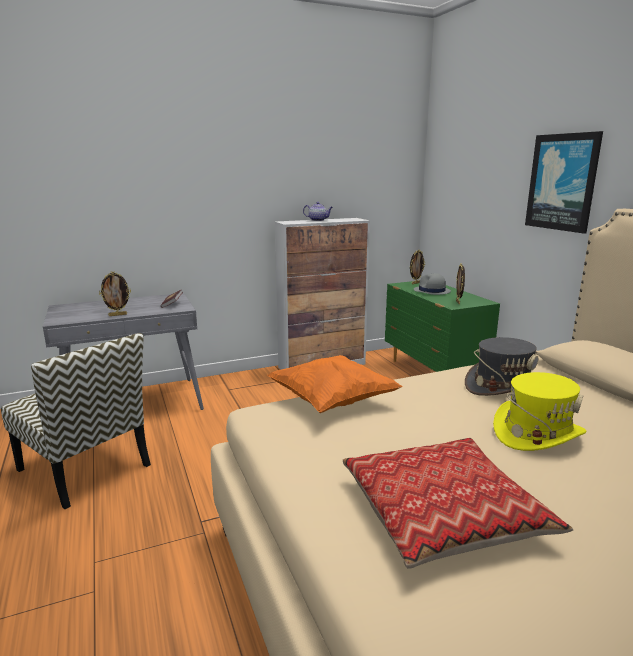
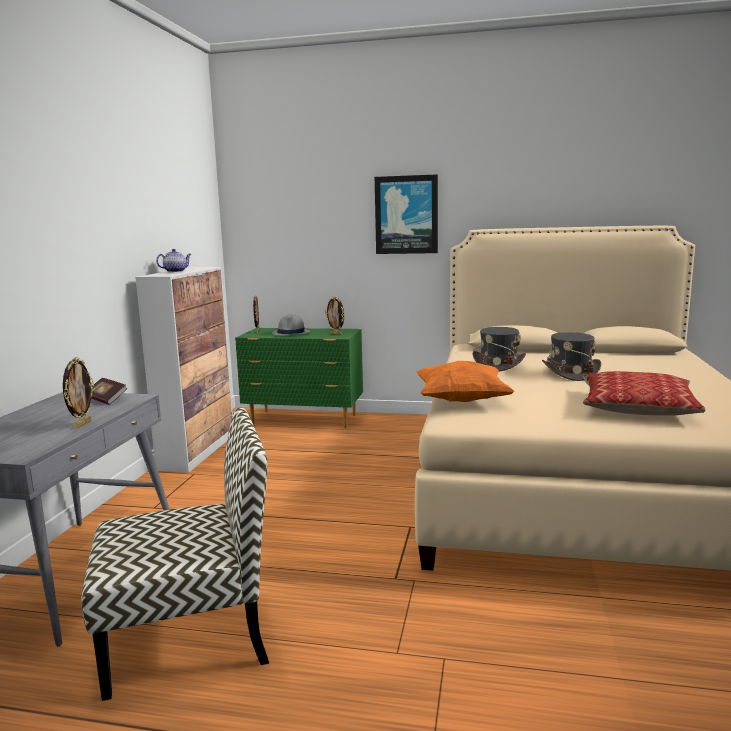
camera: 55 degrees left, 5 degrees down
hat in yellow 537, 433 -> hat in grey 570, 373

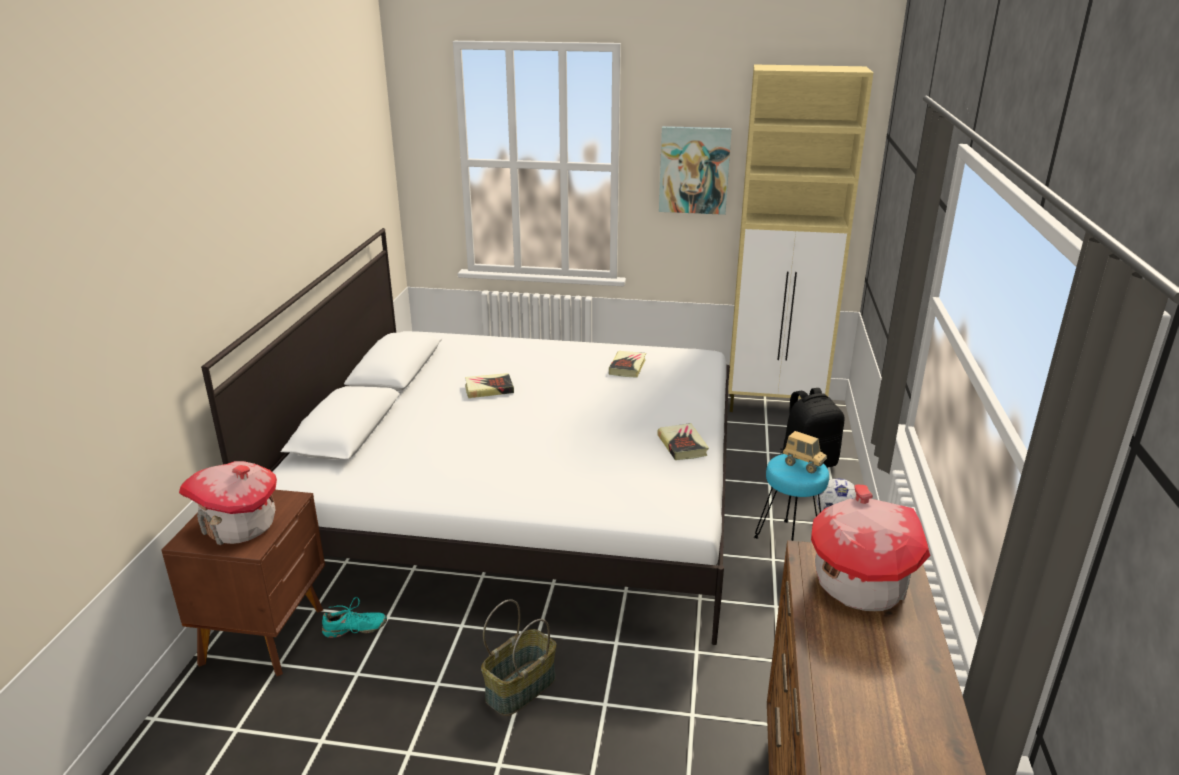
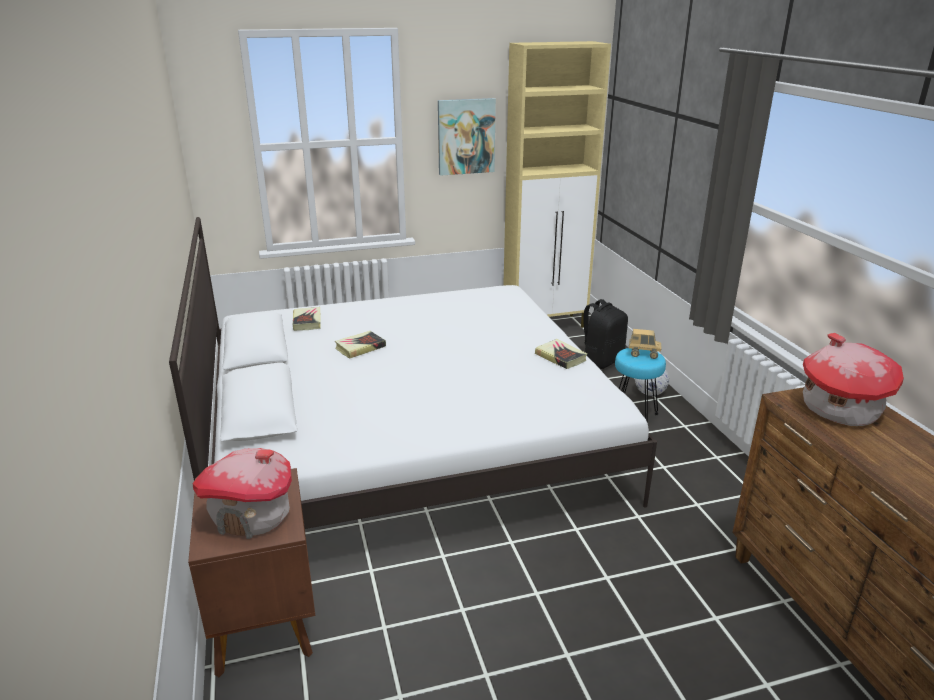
camera: 25 degrees left, 0 degrees up
book 627, 367 -> book 307, 322, move
shoe in turquoise 355, 629 -> none
basket 520, 687 -> none

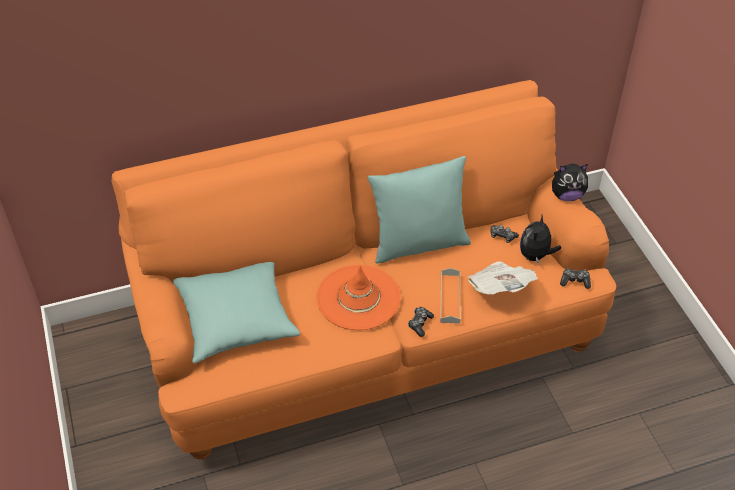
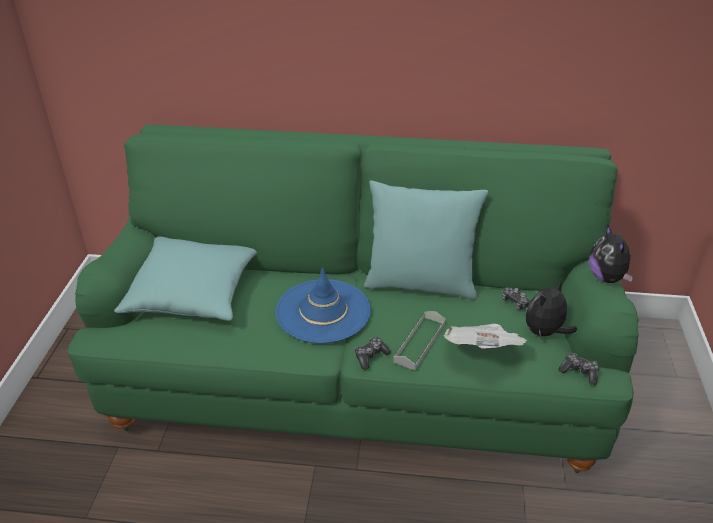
camera: 25 degrees right, 10 degrees down
sofa in orange 367, 334 -> sofa in green 356, 375
hat in orange 358, 297 -> hat in blue 323, 311
plush toy 566, 195 -> plush toy 607, 278, 60 degrees clockwise

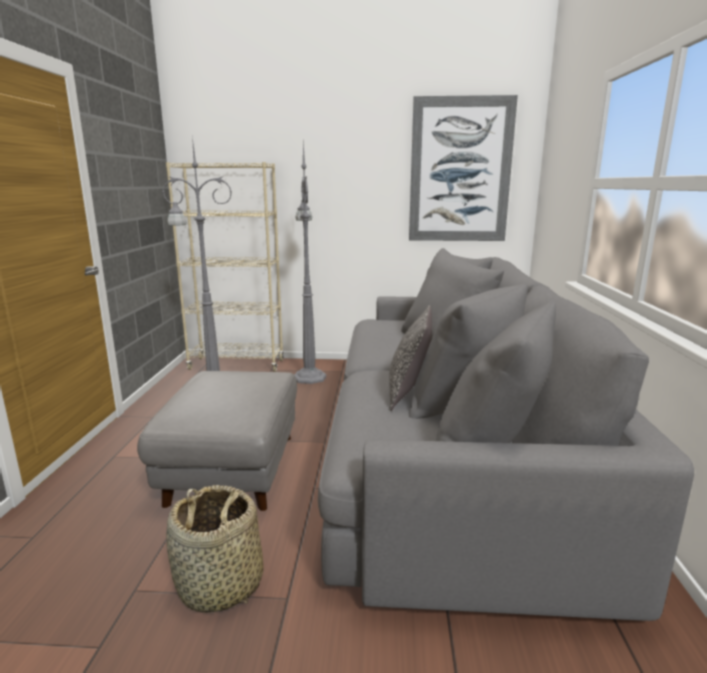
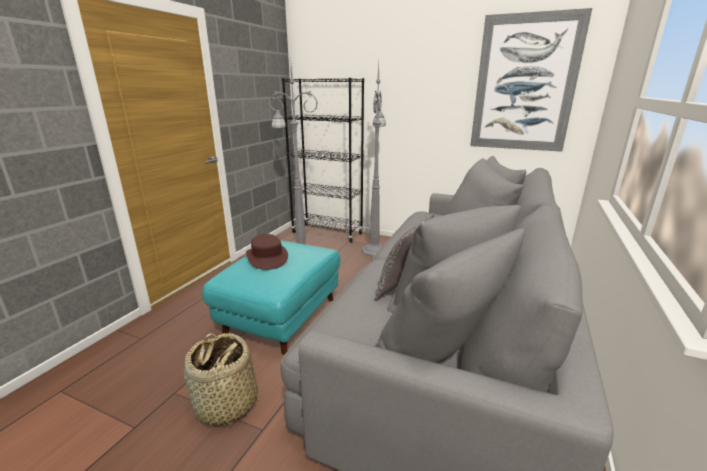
camera: 20 degrees right, 5 degrees up
ottoman in grey 232, 468 -> ottoman in turquoise 281, 315
none -> hat in brown 267, 257
bookcase in beige 237, 365 -> bookcase in black 327, 233

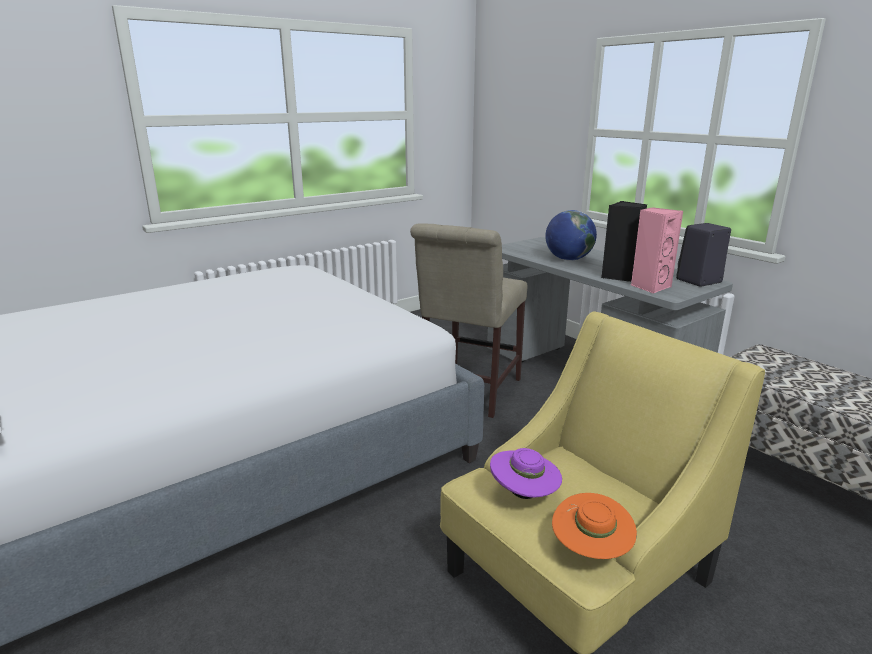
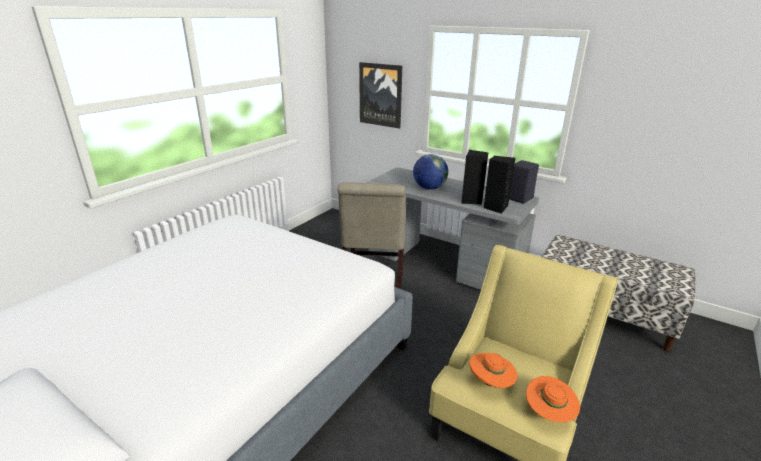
camera: 20 degrees left, 5 degrees up
none -> picture 380, 95
hat in purple 524, 495 -> hat in orange 491, 382
speaker in pink 650, 287 -> speaker in black 495, 208

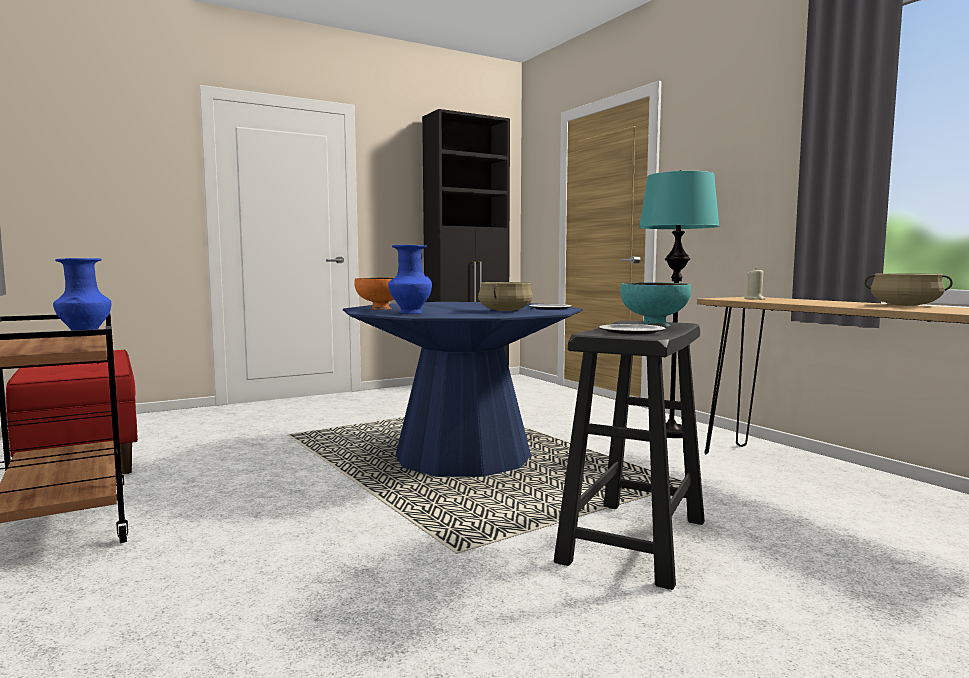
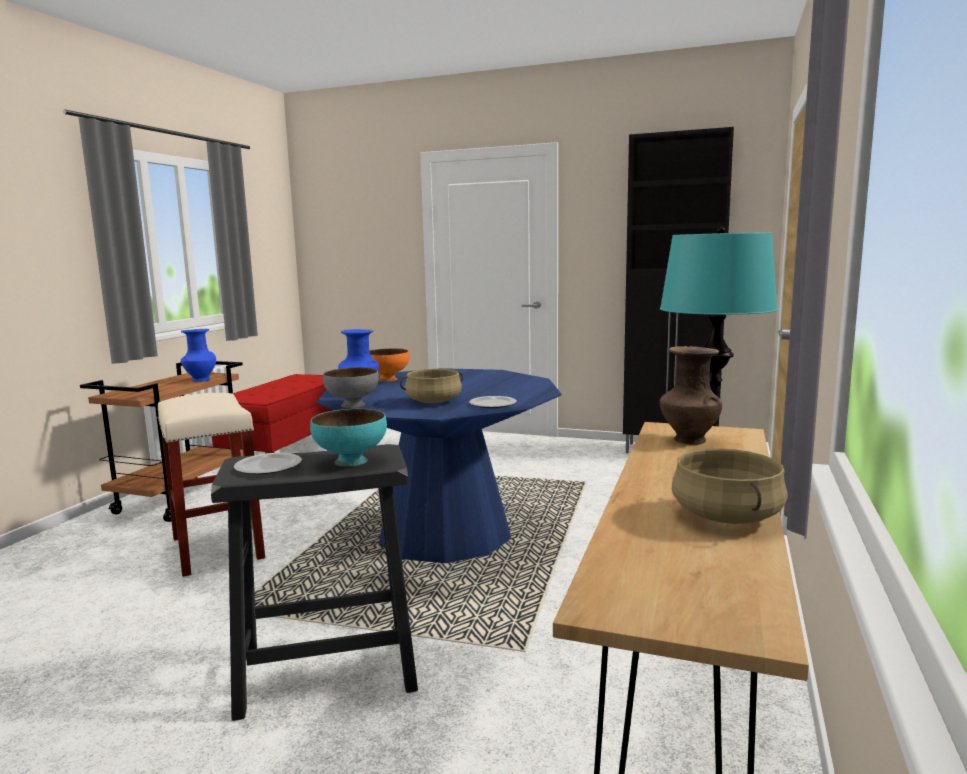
camera: 50 degrees right, 5 degrees up
none -> stool in beige 218, 548
none -> bowl in grey 352, 405
candle in beige 754, 299 -> vase in brown 688, 440

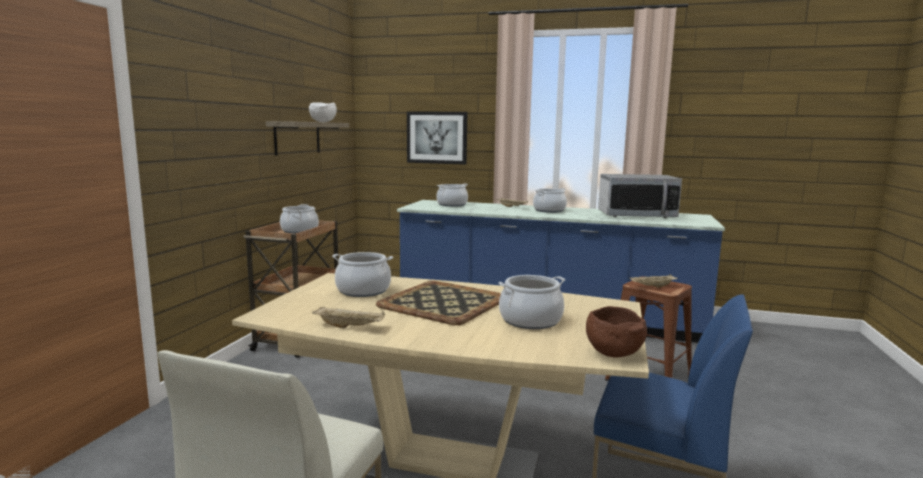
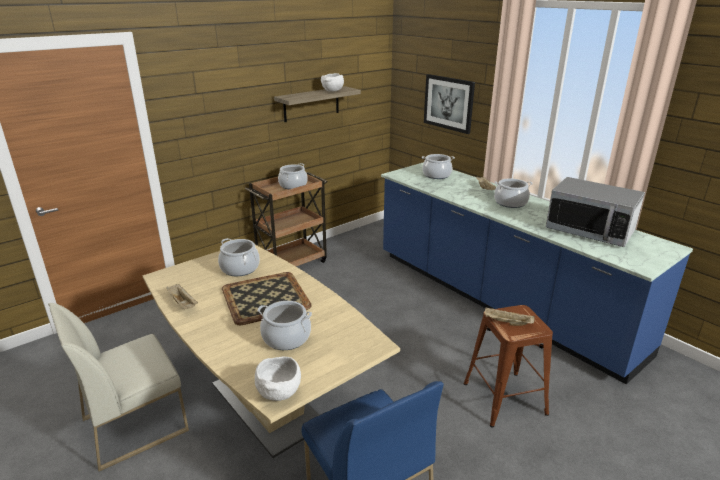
camera: 35 degrees right, 15 degrees up
bowl in brown 612, 353 -> bowl in white 279, 392

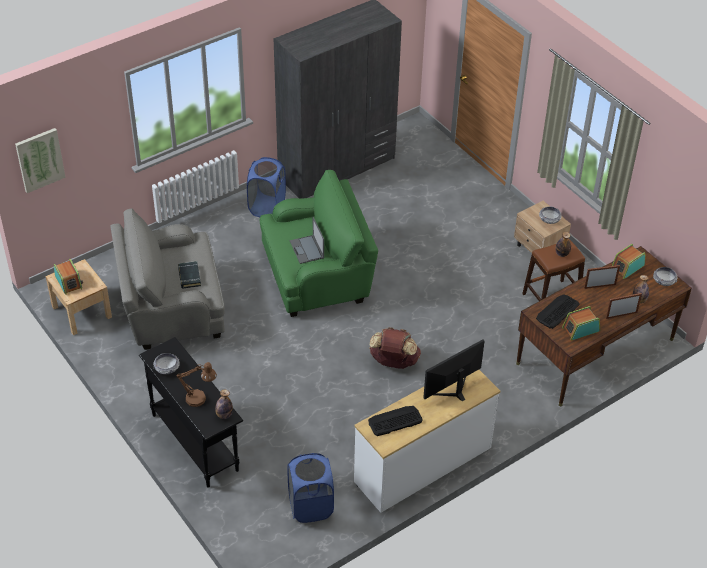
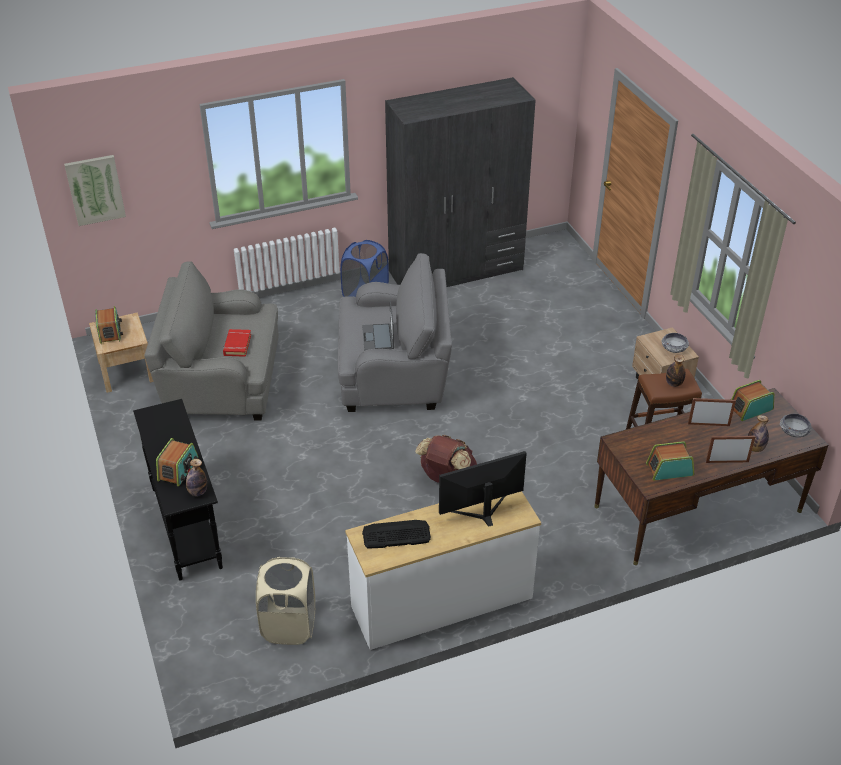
camera: 15 degrees right, 5 degrees down
table lamp in brown 200, 399 -> radio 178, 469
book in black 189, 276 -> book in red 237, 345
laundry basket in blue 310, 506 -> laundry basket in beige 289, 626
armchair in green 317, 275 -> armchair in grey 394, 373
bowl 166, 368 -> none
keyboard 557, 311 -> none

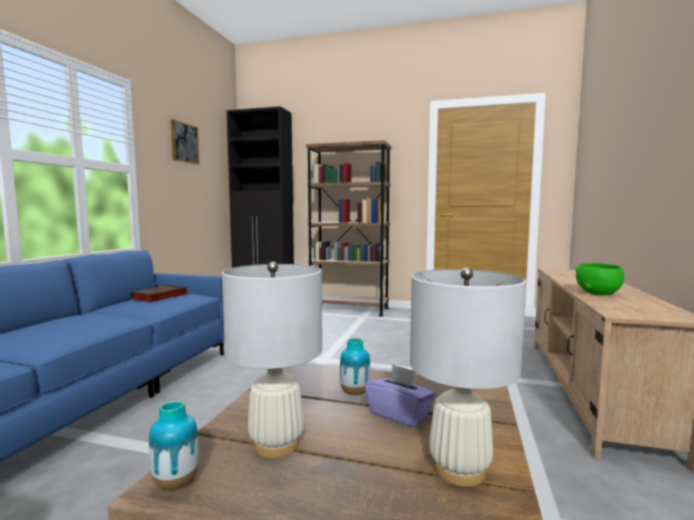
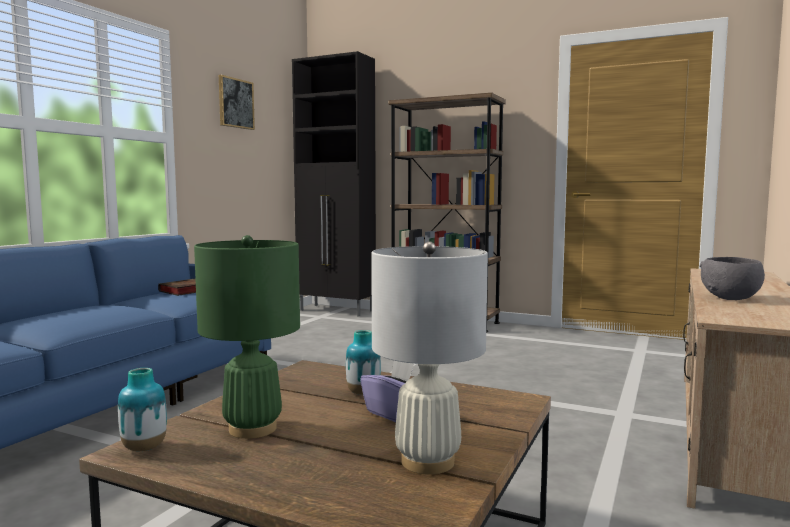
camera: 10 degrees right, 0 degrees up
table lamp in white 276, 444 -> table lamp in green 253, 428
bowl in green 599, 293 -> bowl in grey 731, 298

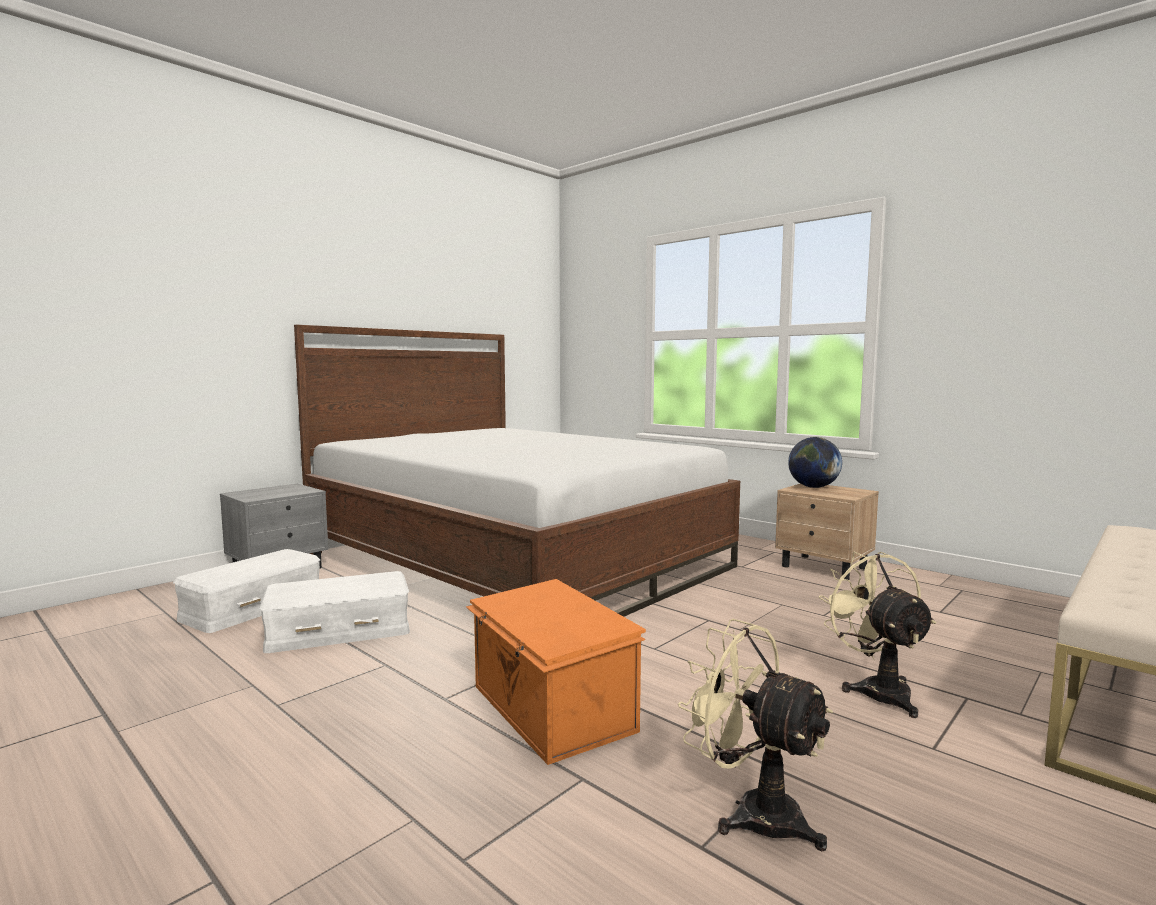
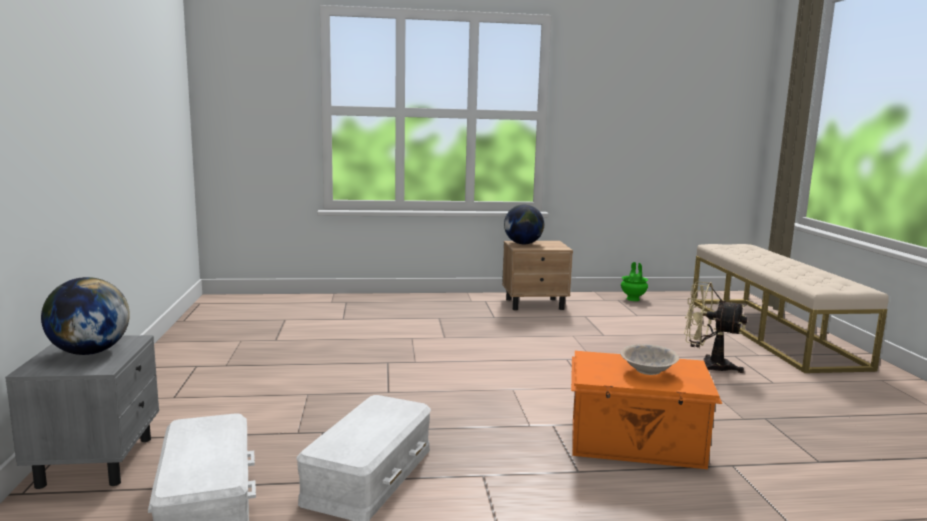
camera: 50 degrees left, 5 degrees up
none -> globe 89, 352
none -> bowl in beige 648, 370
none -> vase in green 633, 299
bed 515, 560 -> none
fan in beige 753, 812 -> none

